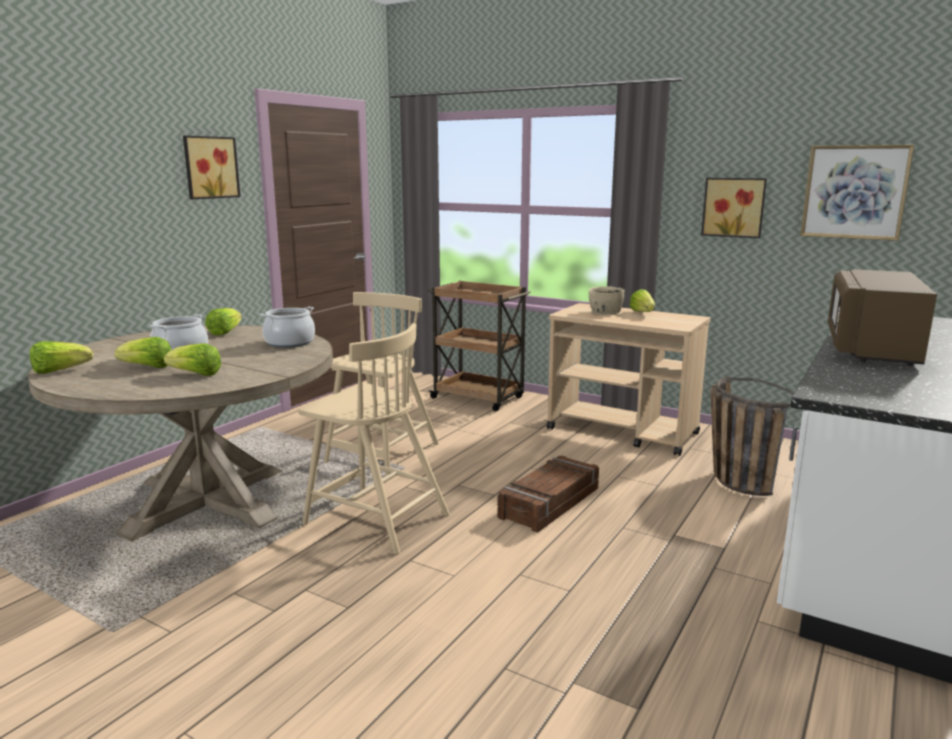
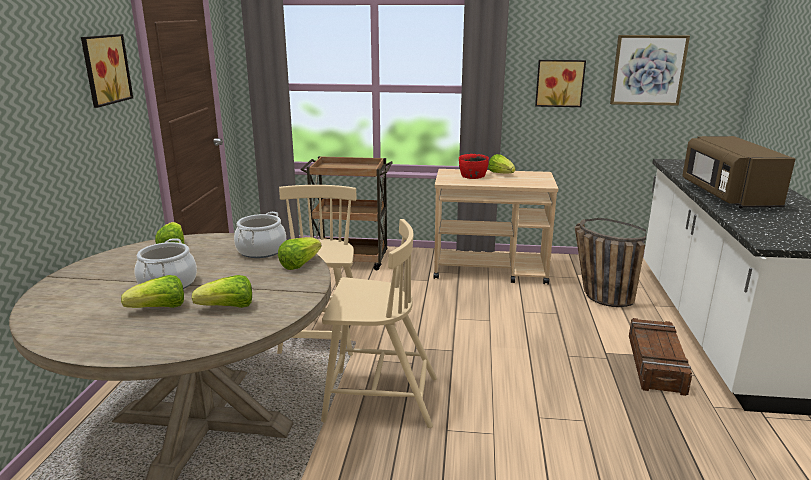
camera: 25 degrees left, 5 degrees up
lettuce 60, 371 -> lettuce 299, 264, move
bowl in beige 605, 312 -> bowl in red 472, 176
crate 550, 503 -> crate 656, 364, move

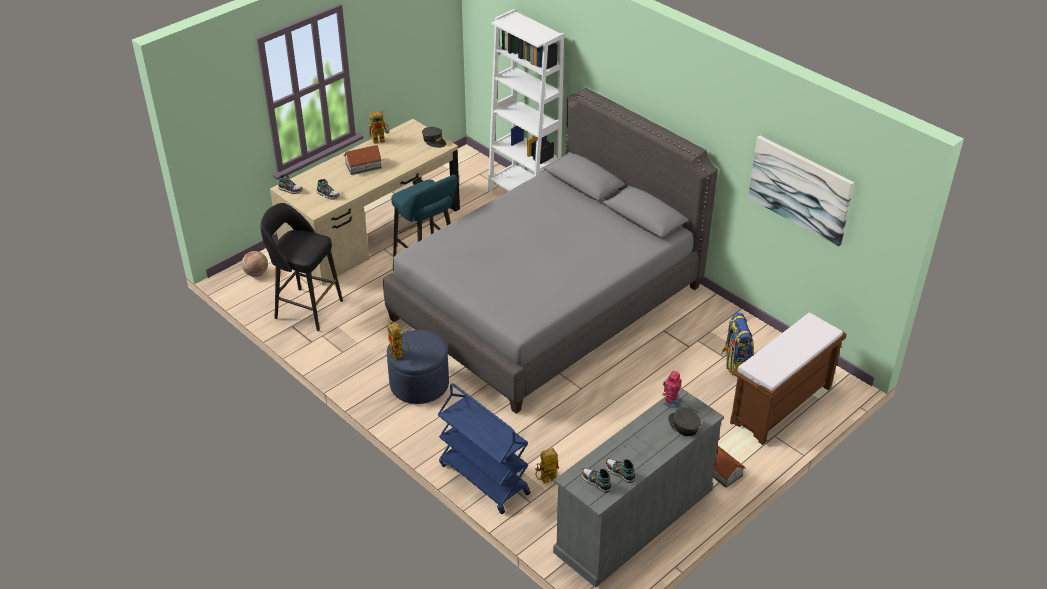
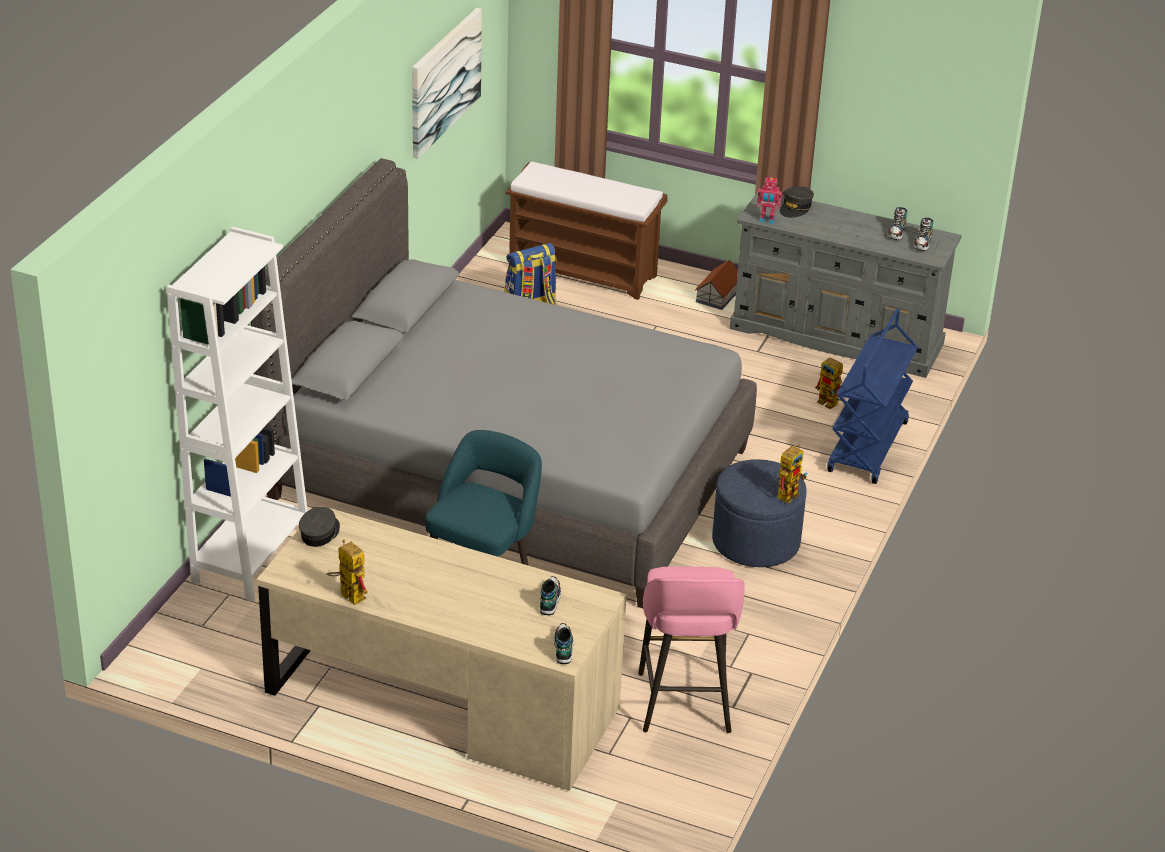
camera: 115 degrees left, 5 degrees down
stool in black 307, 309 -> stool in pink 684, 705
basketball 256, 273 -> none
toy house 364, 166 -> none

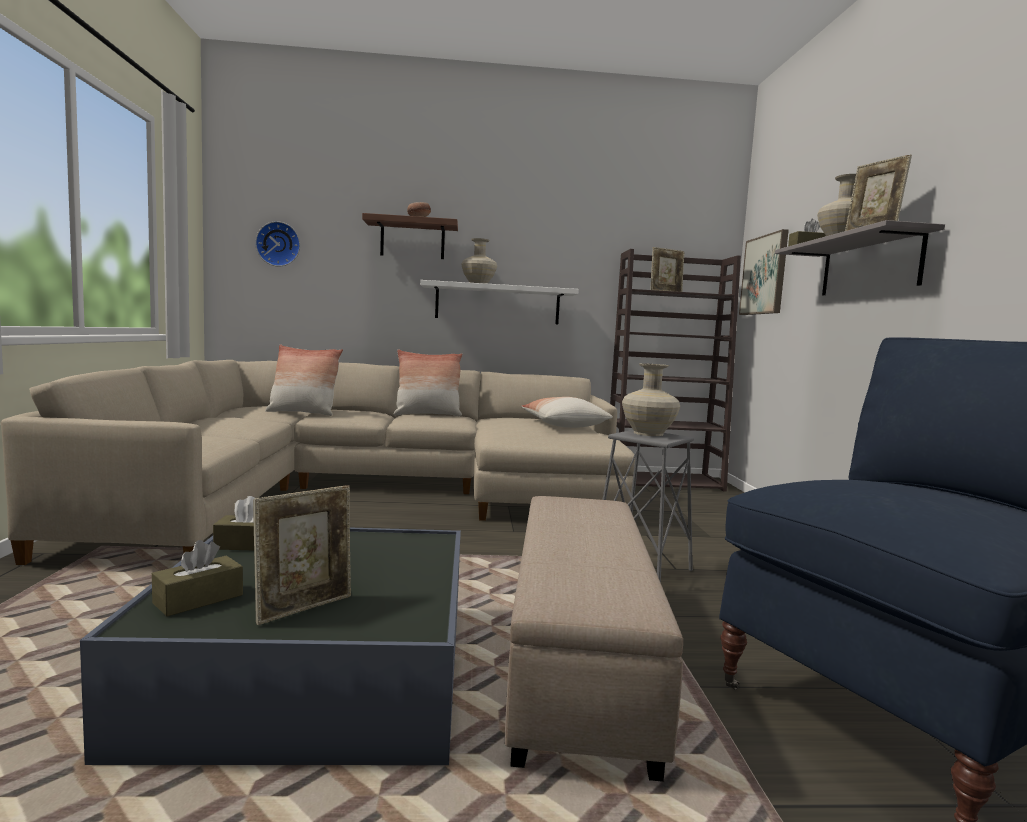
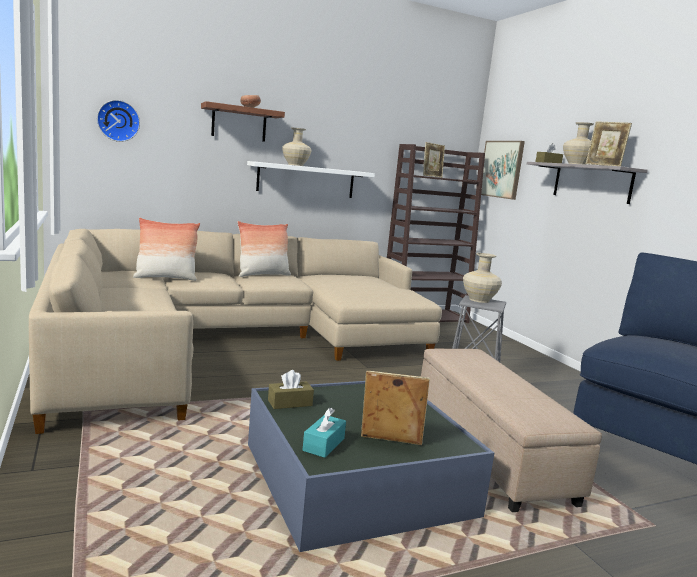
camera: 20 degrees left, 5 degrees up
tissue box in brown 198, 599 -> tissue box in turquoise 323, 444
picture frame 305, 608 -> picture frame 390, 442, 105 degrees counterclockwise
pillow 564, 425 -> none

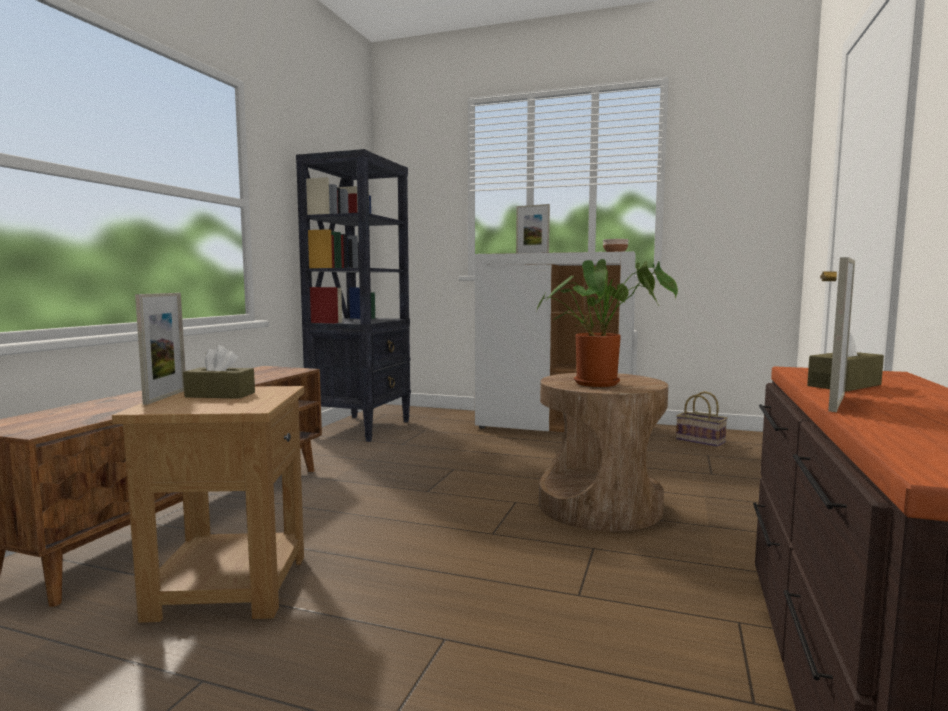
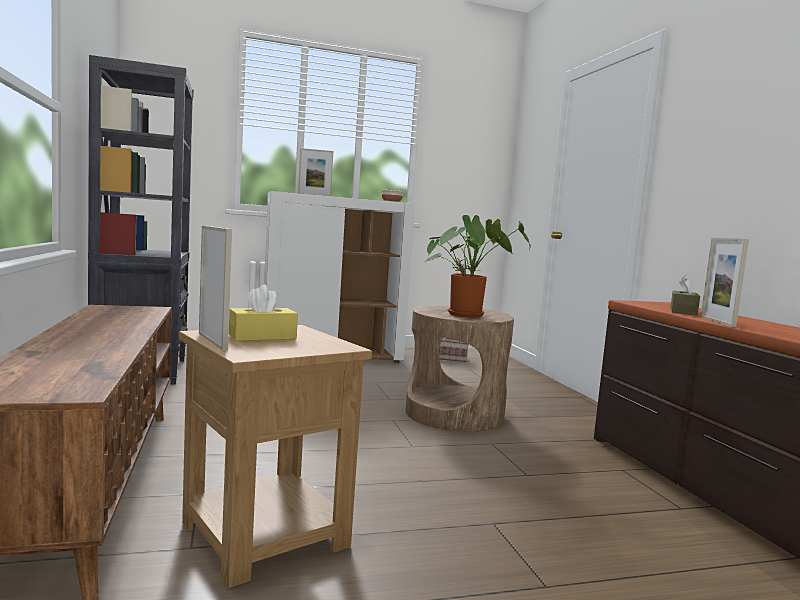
camera: 35 degrees left, 0 degrees up
tissue box in brown 220, 395 -> tissue box in yellow 262, 337

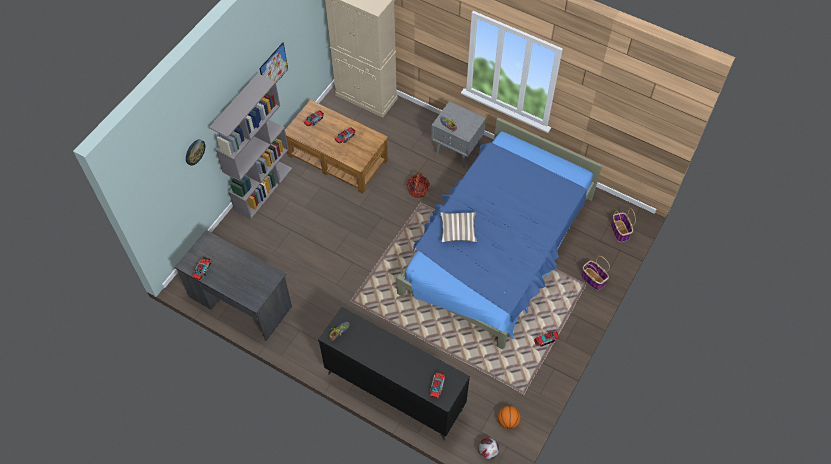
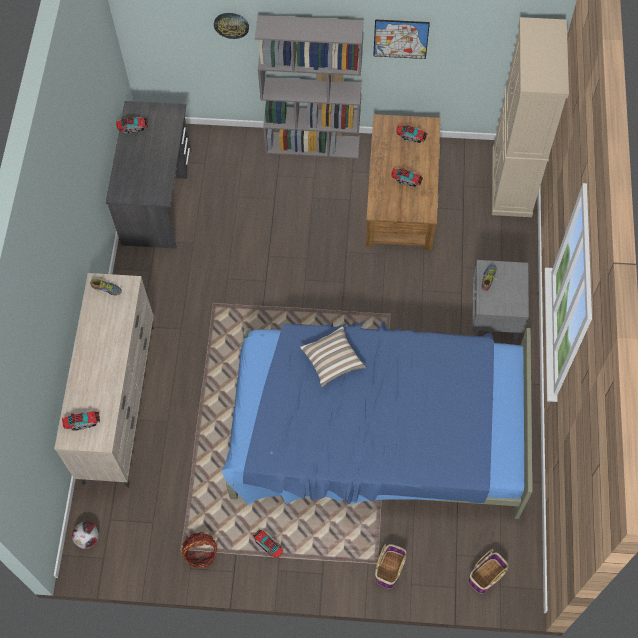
camera: 65 degrees right, 5 degrees up
dresser in black 394, 391 -> dresser in beige 120, 402
basket 418, 190 -> basket 201, 553, move
basketball 508, 421 -> none

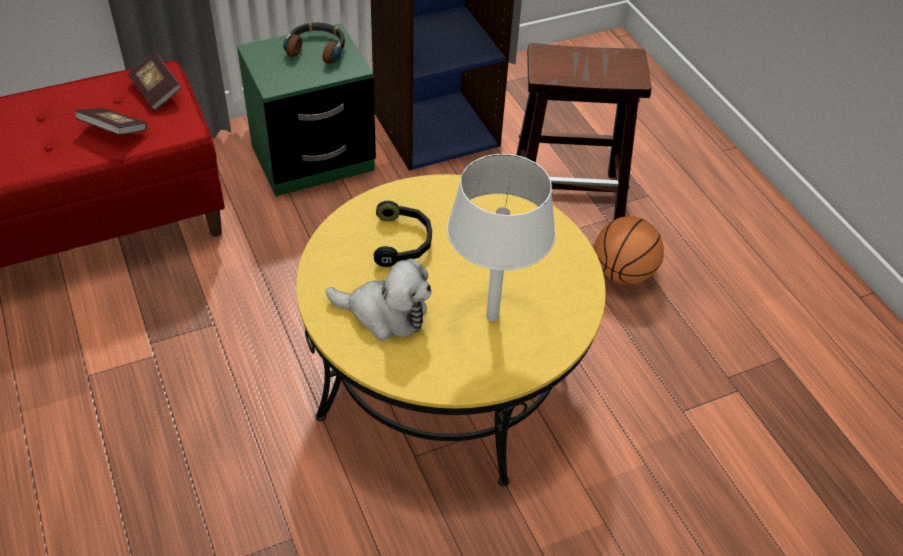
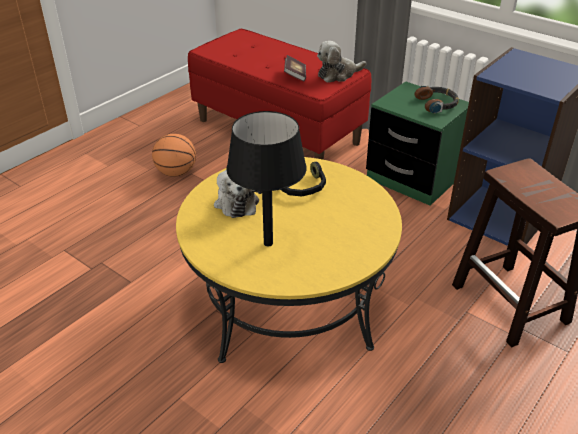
camera: 65 degrees right, 10 degrees down
basketball 623, 273 -> basketball 176, 173, move
table lamp in white 493, 316 -> table lamp in black 268, 243
book 156, 91 -> plush toy 338, 74

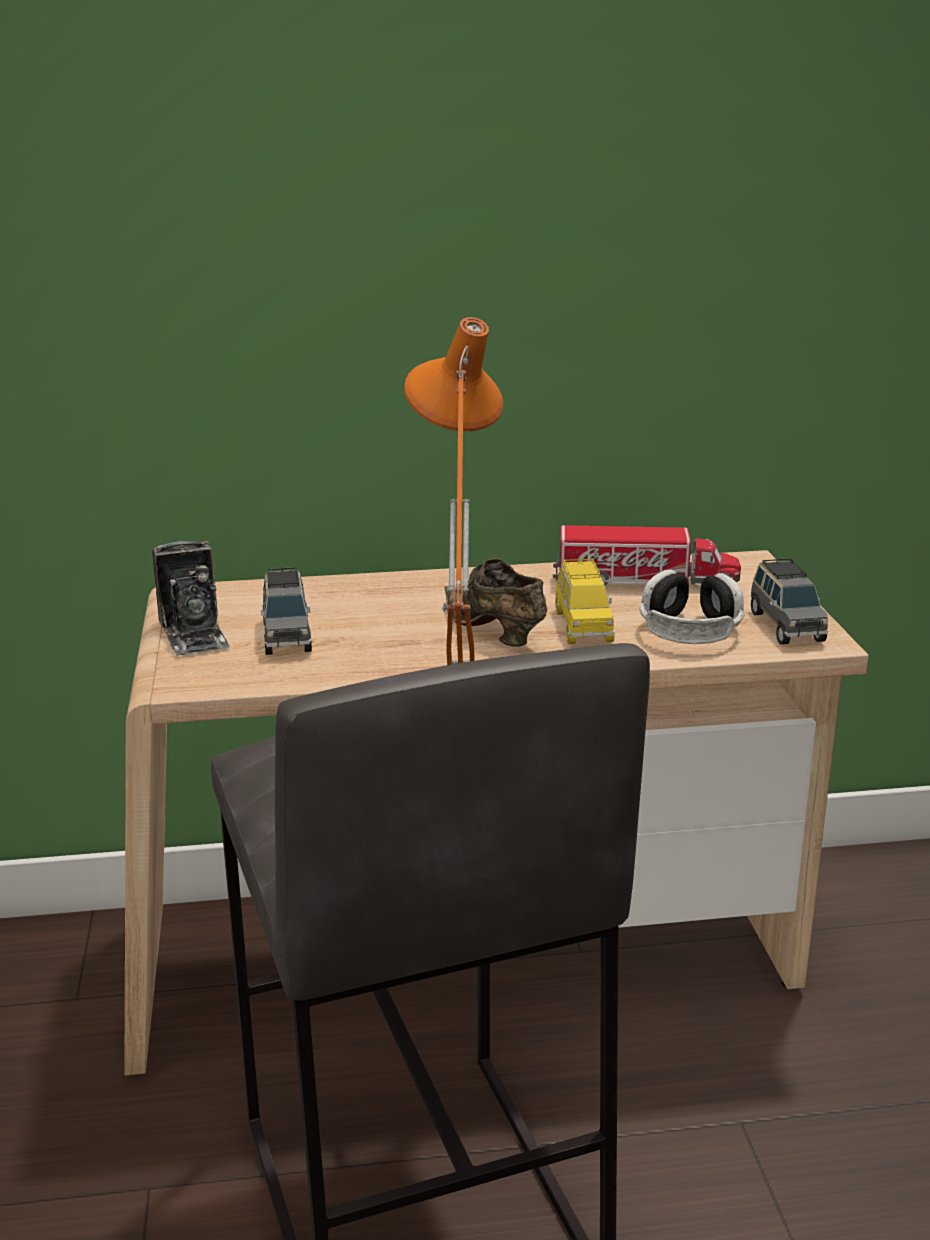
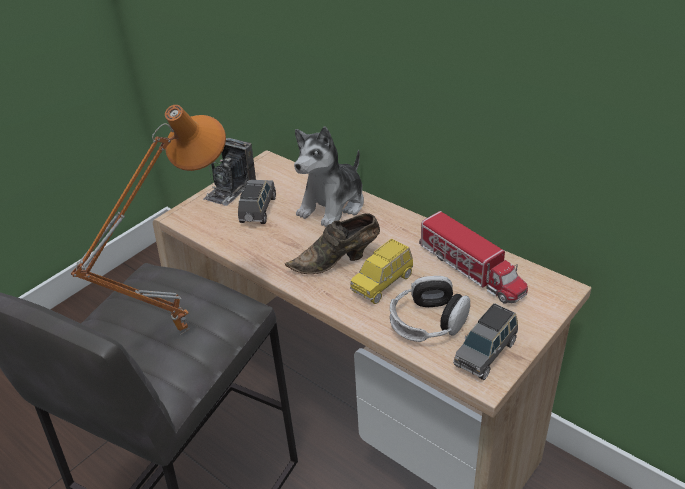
camera: 50 degrees right, 15 degrees up
toy car in grey 286, 636 -> toy car in grey 258, 210, 150 degrees clockwise
shoe in brown 494, 632 -> shoe in brown 337, 261, 120 degrees counterclockwise
none -> plush toy 333, 205

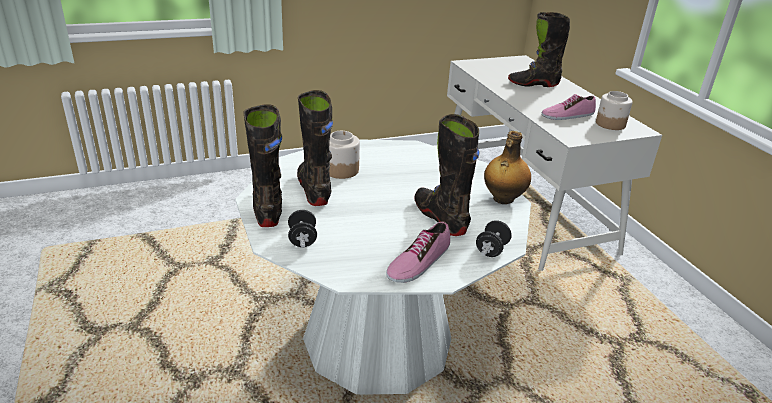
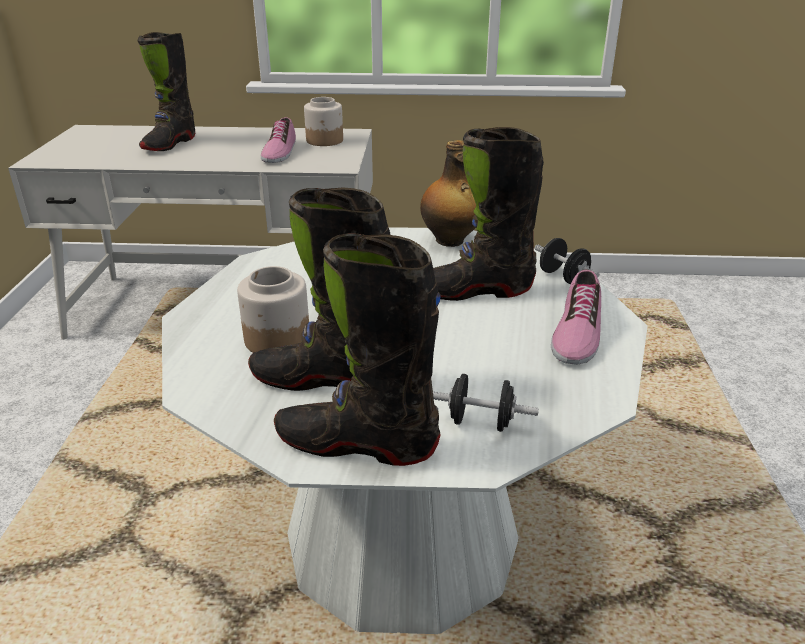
camera: 65 degrees left, 0 degrees up
shoe 418, 262 -> shoe 575, 332, 45 degrees clockwise

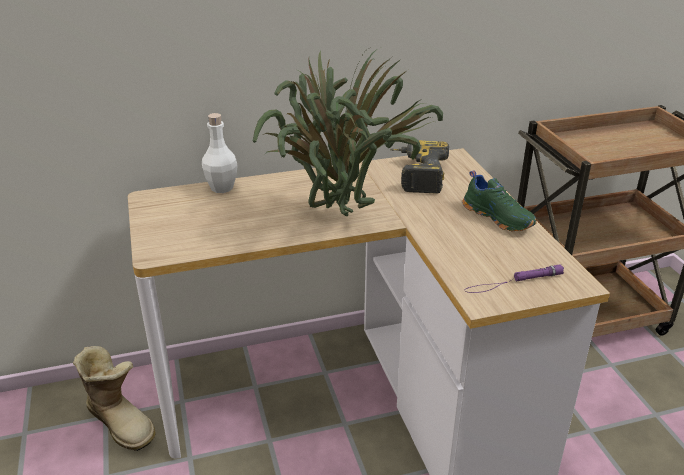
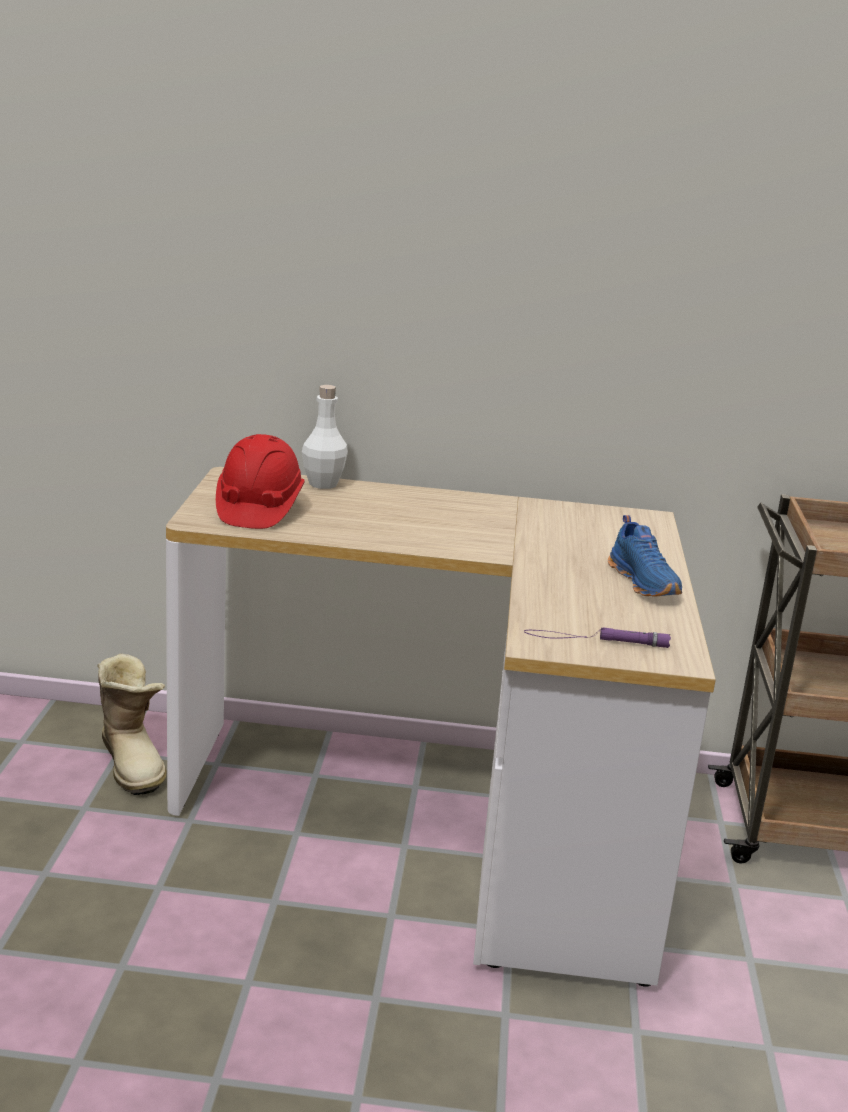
camera: 20 degrees right, 10 degrees down
none -> hard hat in red 258, 509
shoe in green 499, 217 -> shoe in blue 645, 582
potted plant 340, 220 -> none
power drill 415, 175 -> none

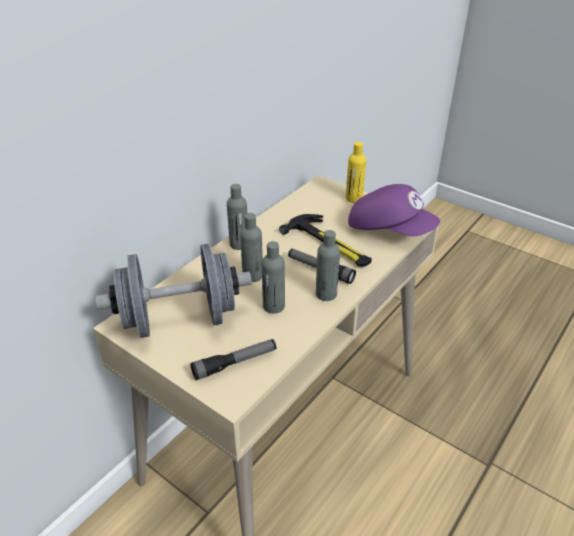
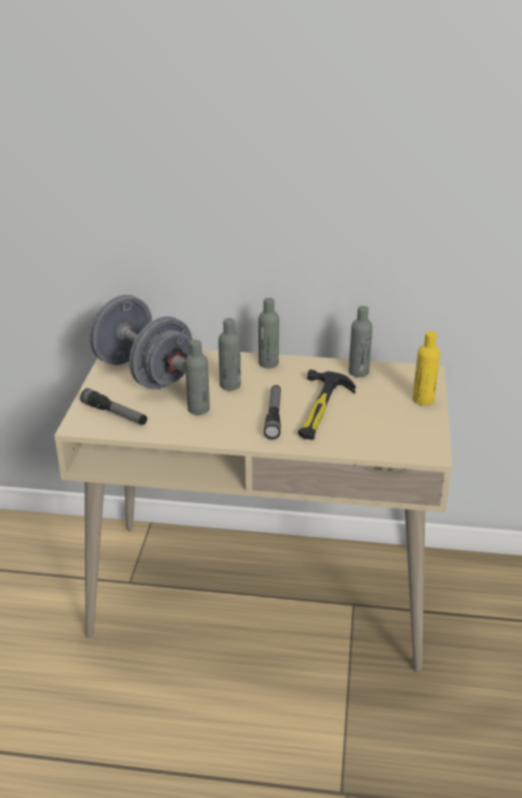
camera: 60 degrees right, 5 degrees down
bottle in grey 326, 294 -> bottle in grey 358, 372, move
cap in purple 390, 229 -> none

